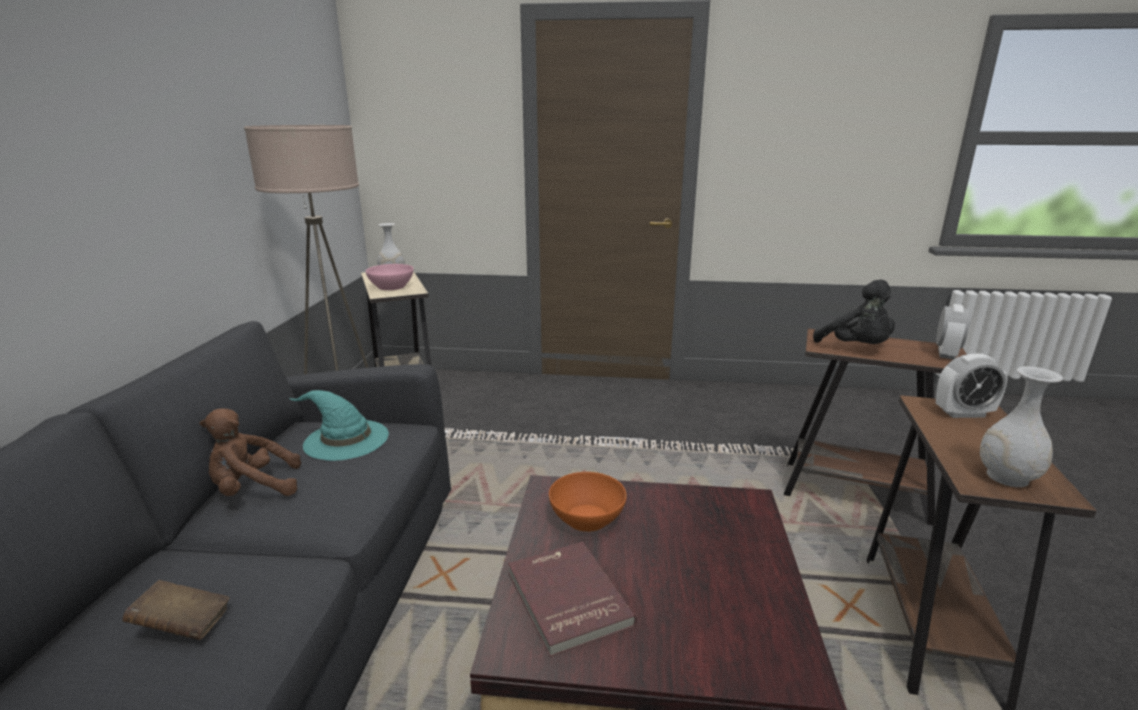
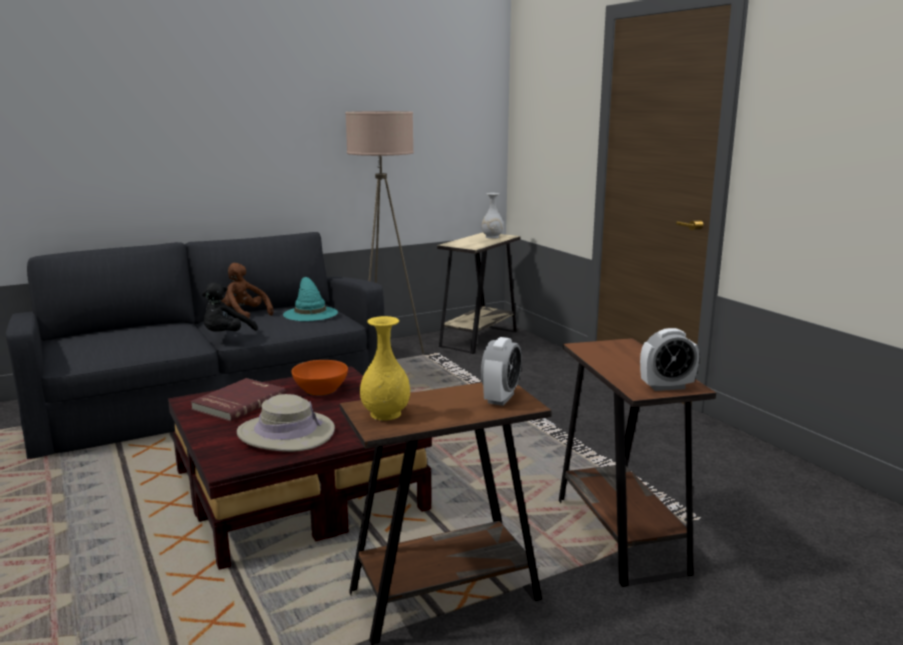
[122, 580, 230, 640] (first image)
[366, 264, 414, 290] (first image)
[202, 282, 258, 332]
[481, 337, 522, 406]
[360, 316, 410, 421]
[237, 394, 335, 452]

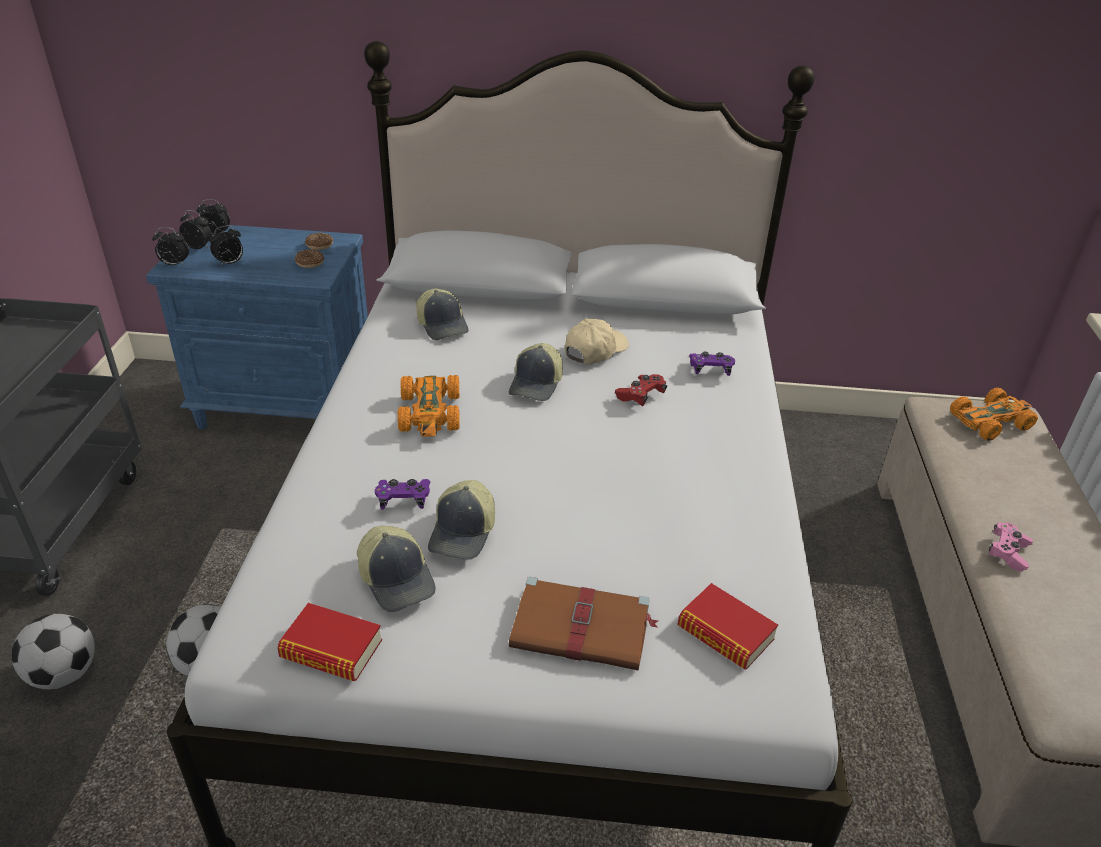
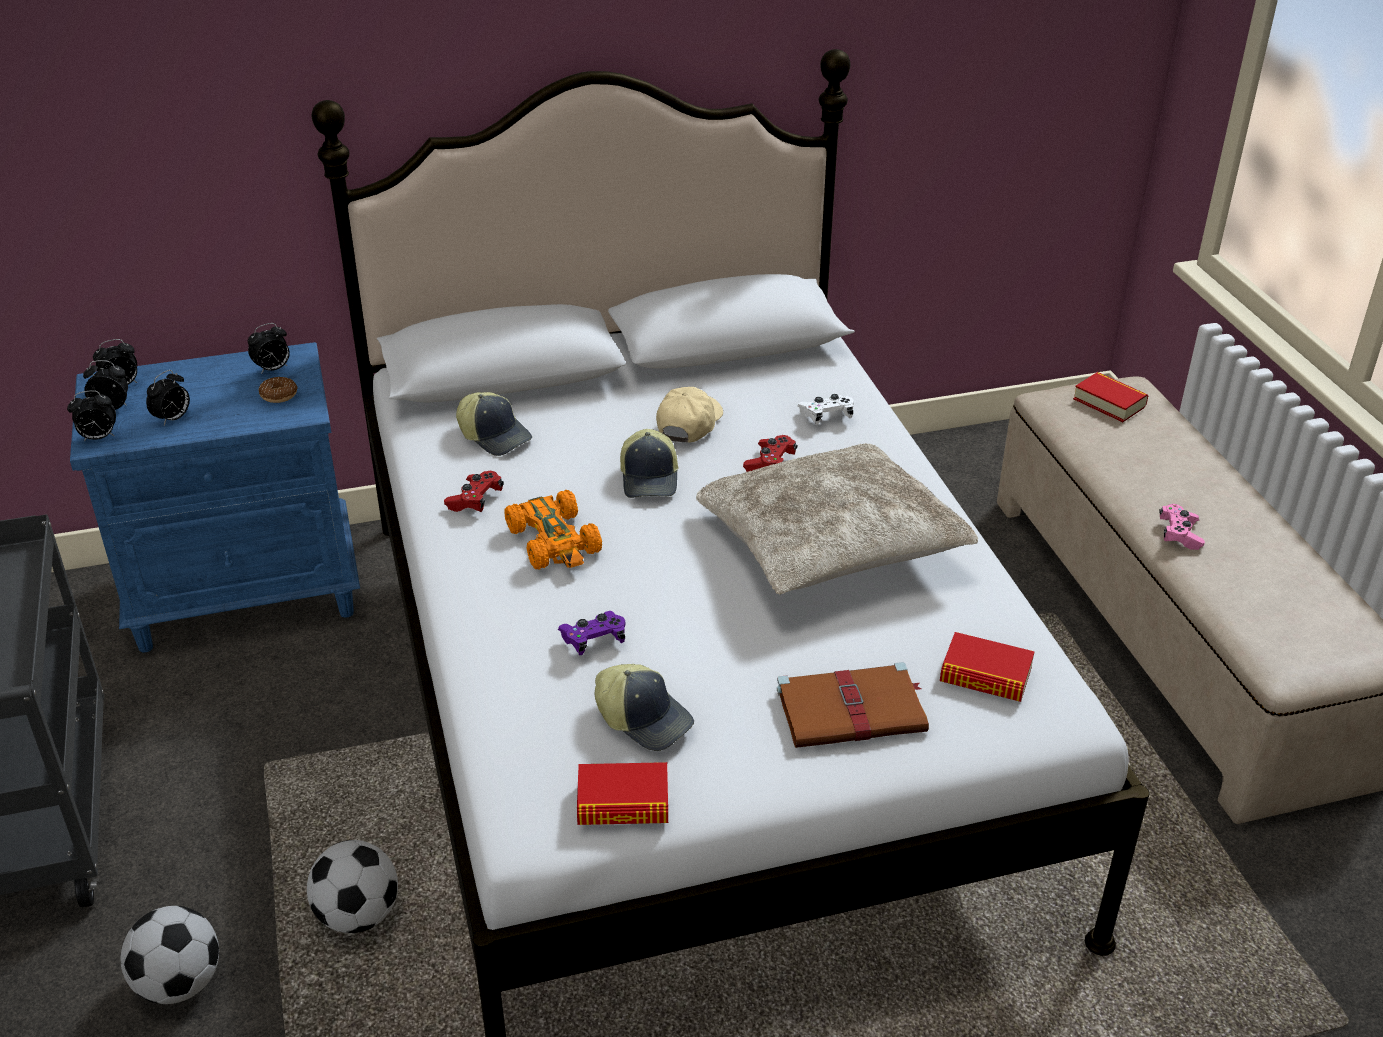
[248, 323, 290, 374]
[428, 480, 495, 560] (first image)
[797, 394, 854, 425]
[1073, 372, 1148, 422]
[444, 471, 504, 512]
[696, 443, 978, 595]

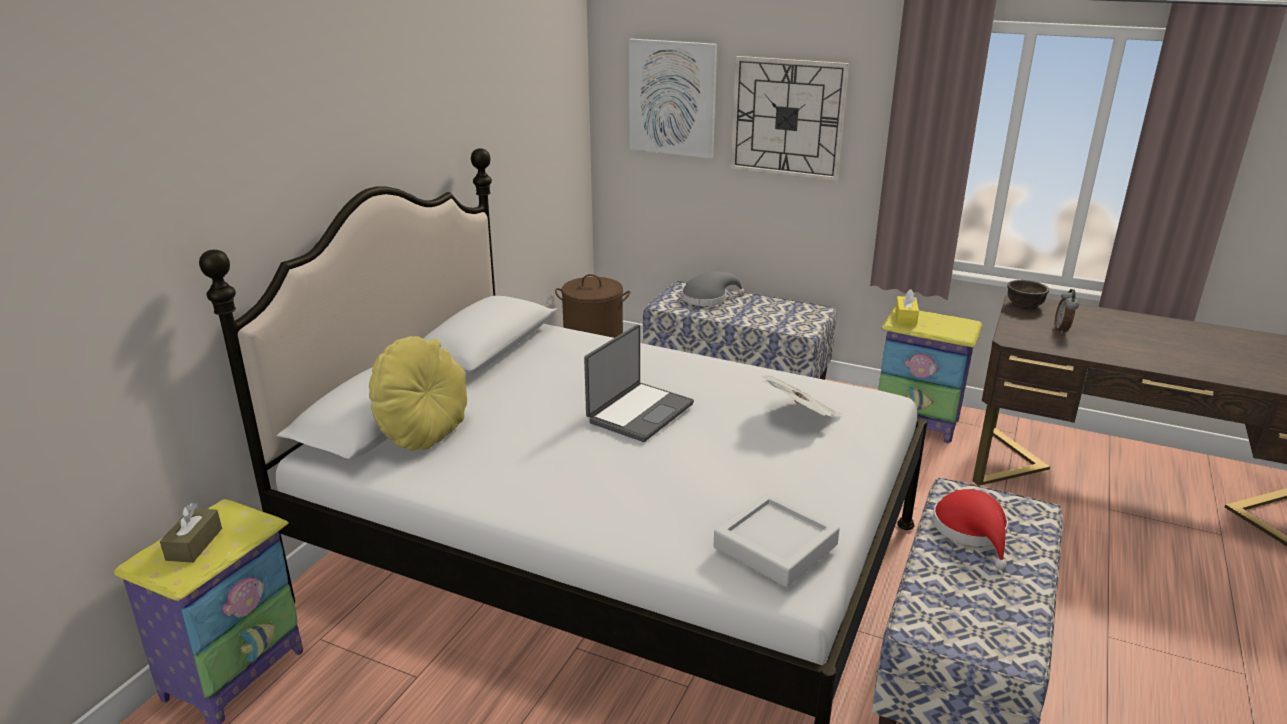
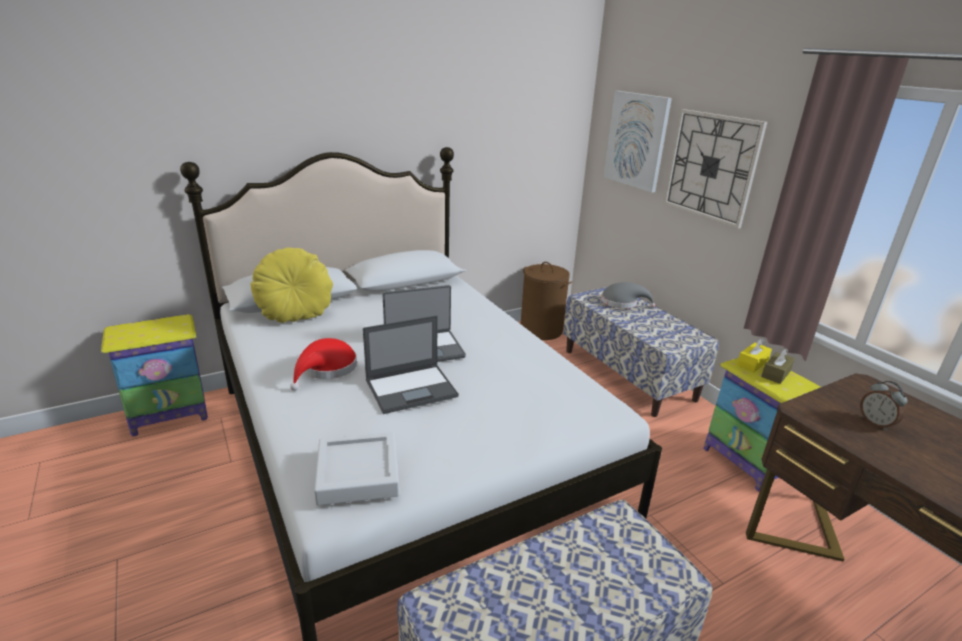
[761, 349, 795, 384]
[762, 376, 842, 417] (first image)
[290, 338, 357, 391]
[1007, 280, 1049, 310] (first image)
[860, 381, 907, 430]
[363, 316, 459, 414]

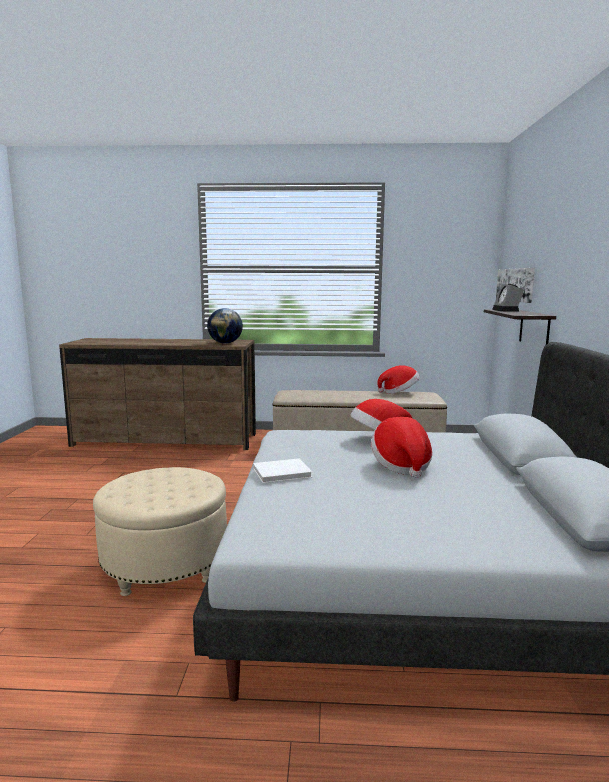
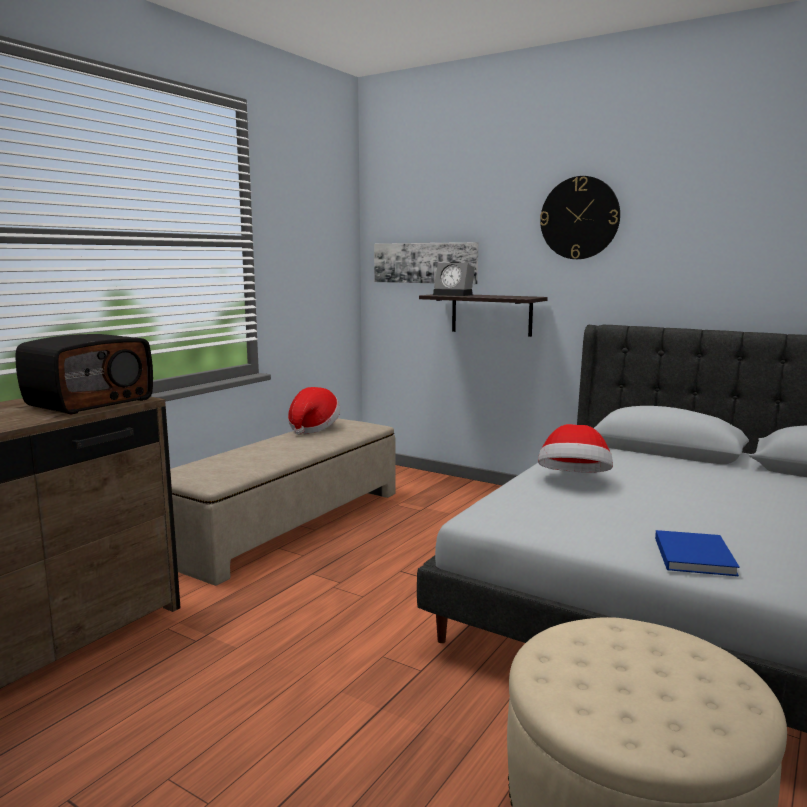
[15, 334, 153, 414]
[655, 530, 740, 576]
[371, 417, 432, 478] (first image)
[540, 176, 620, 259]

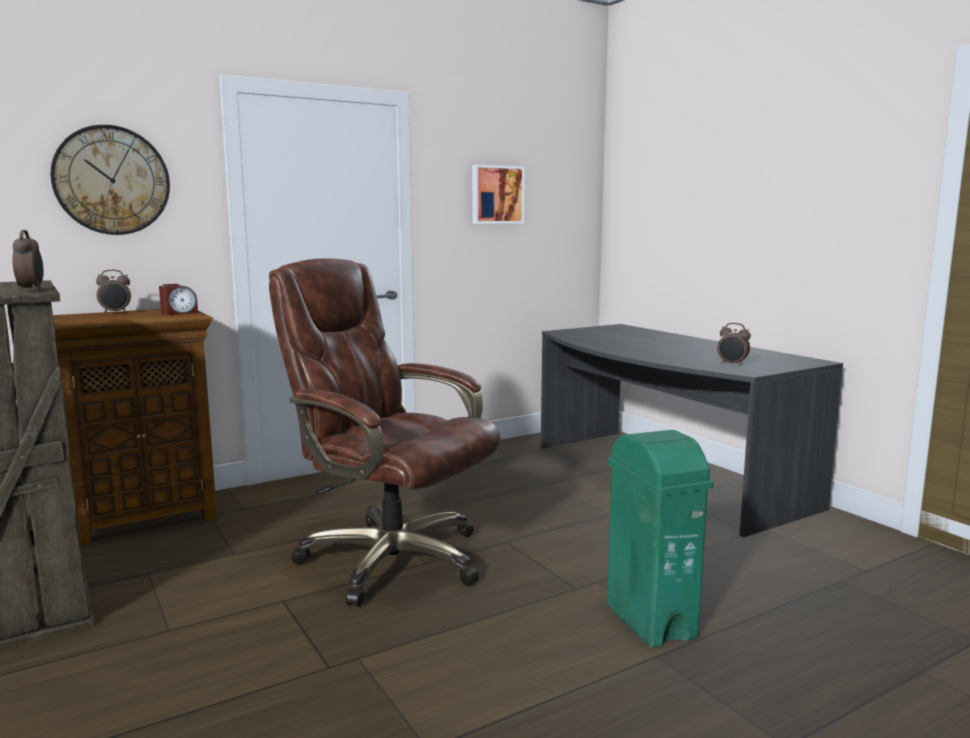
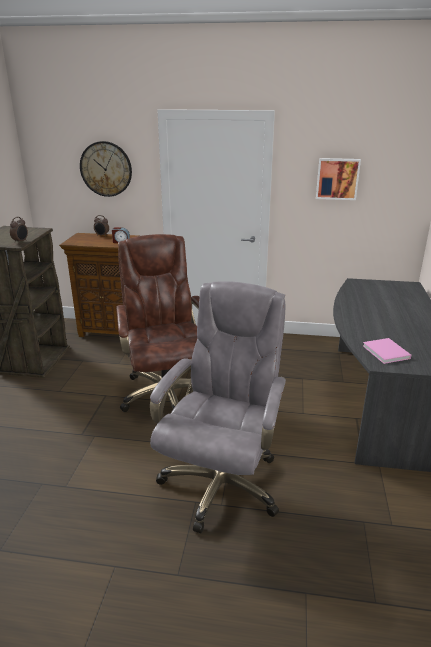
[150, 281, 286, 534]
[363, 338, 411, 364]

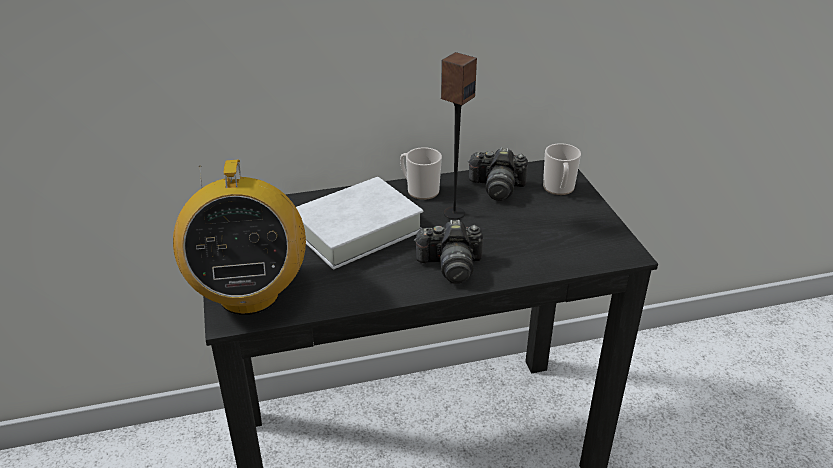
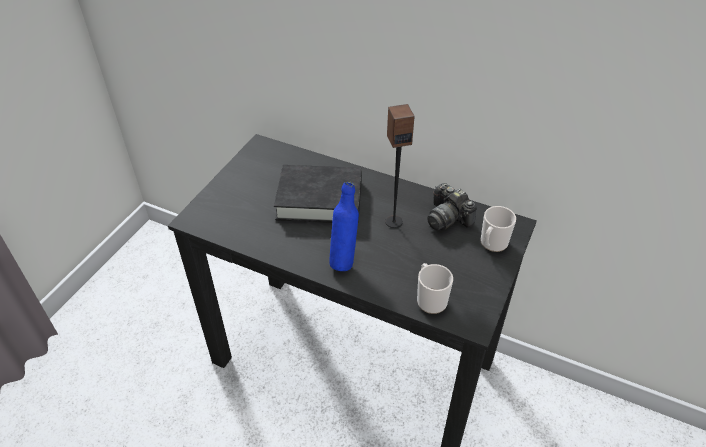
[173, 159, 306, 315] (first image)
[274, 165, 362, 223]
[417, 263, 453, 314]
[329, 182, 359, 271]

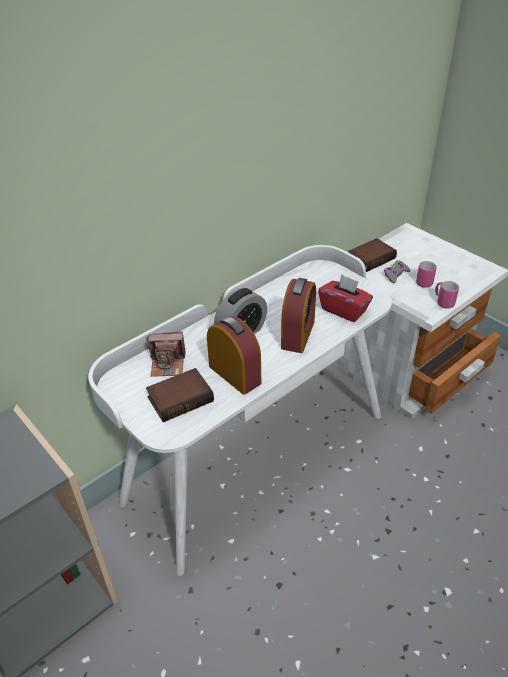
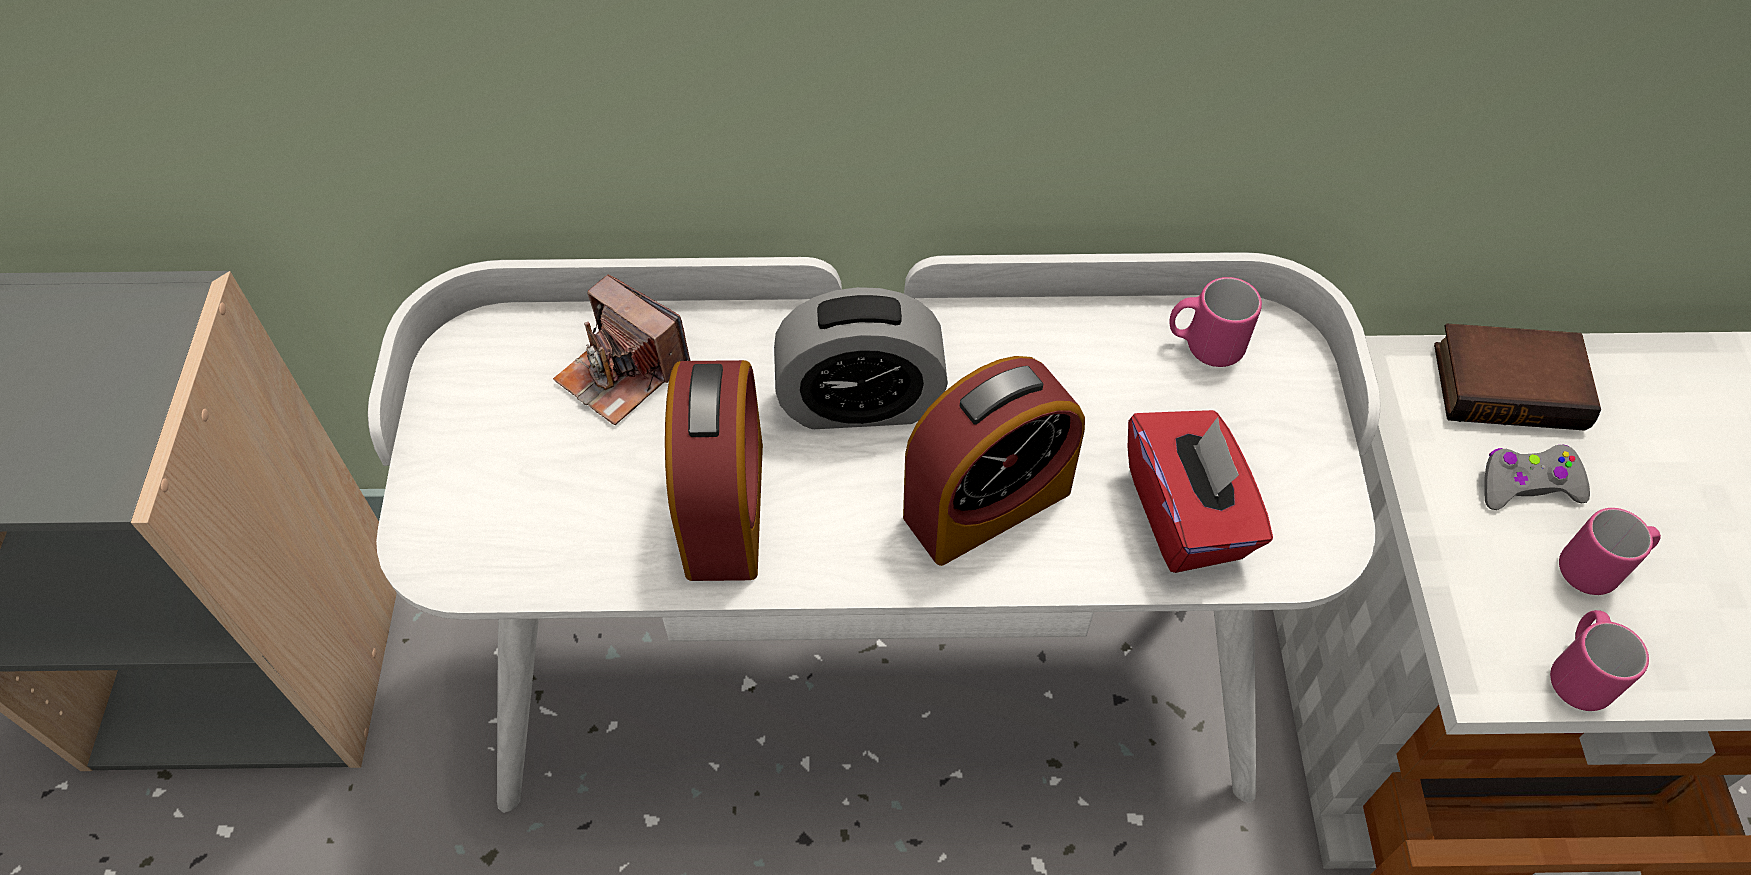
[146, 368, 214, 422] (first image)
[1170, 277, 1262, 367]

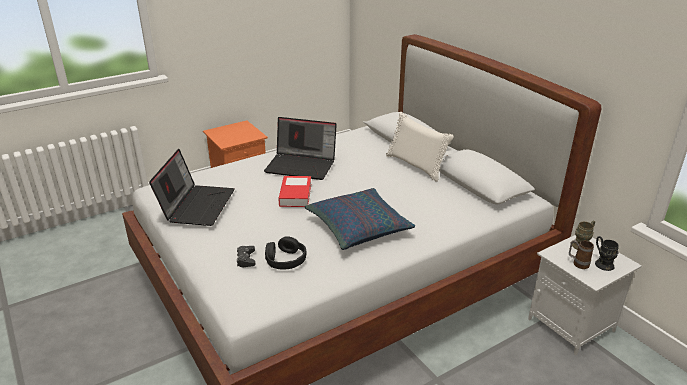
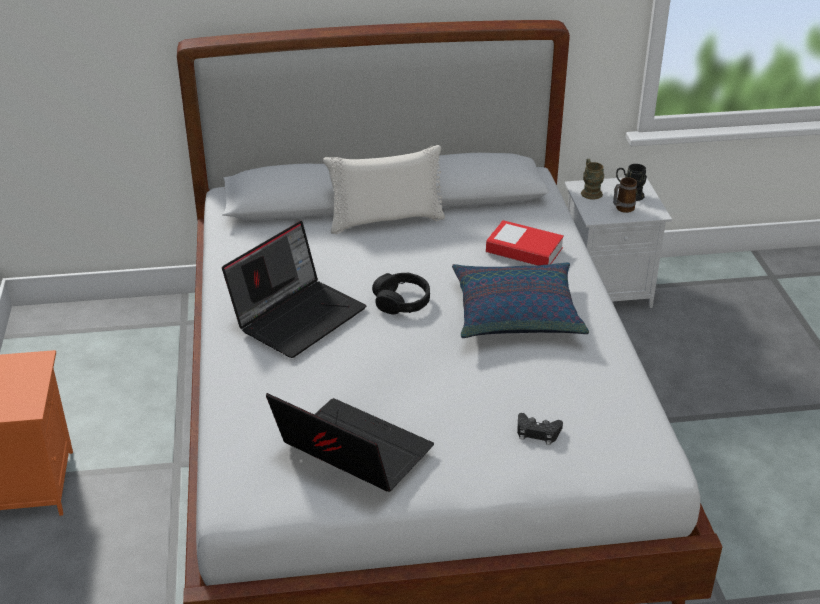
[372, 272, 430, 315]
[486, 220, 564, 266]

